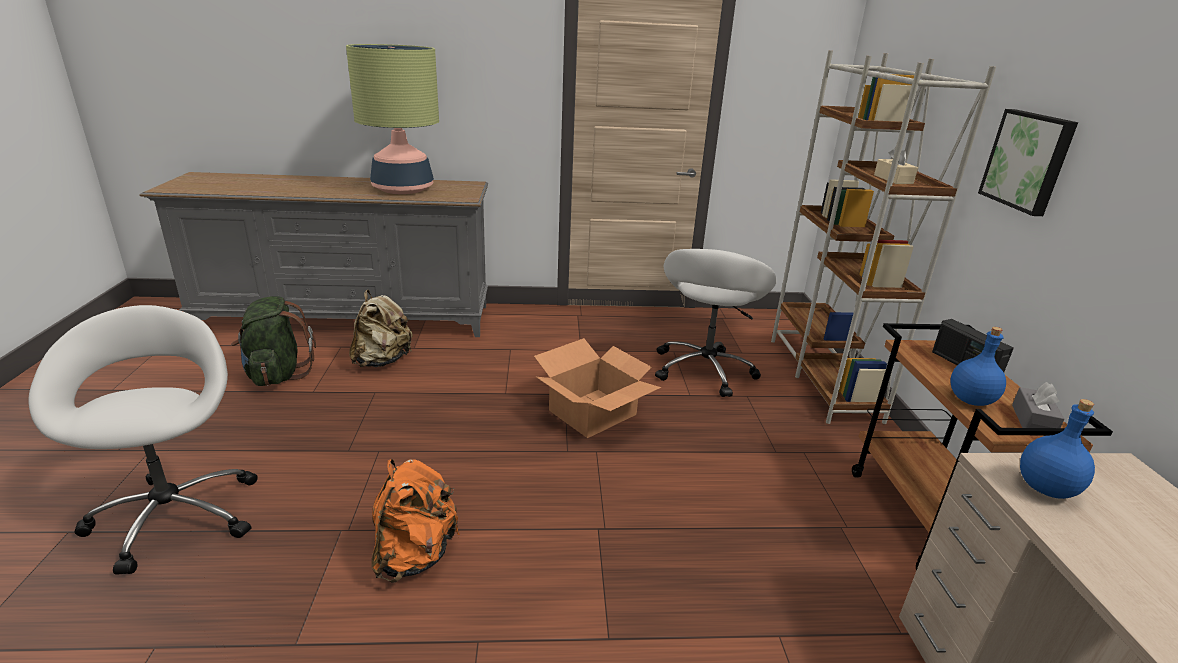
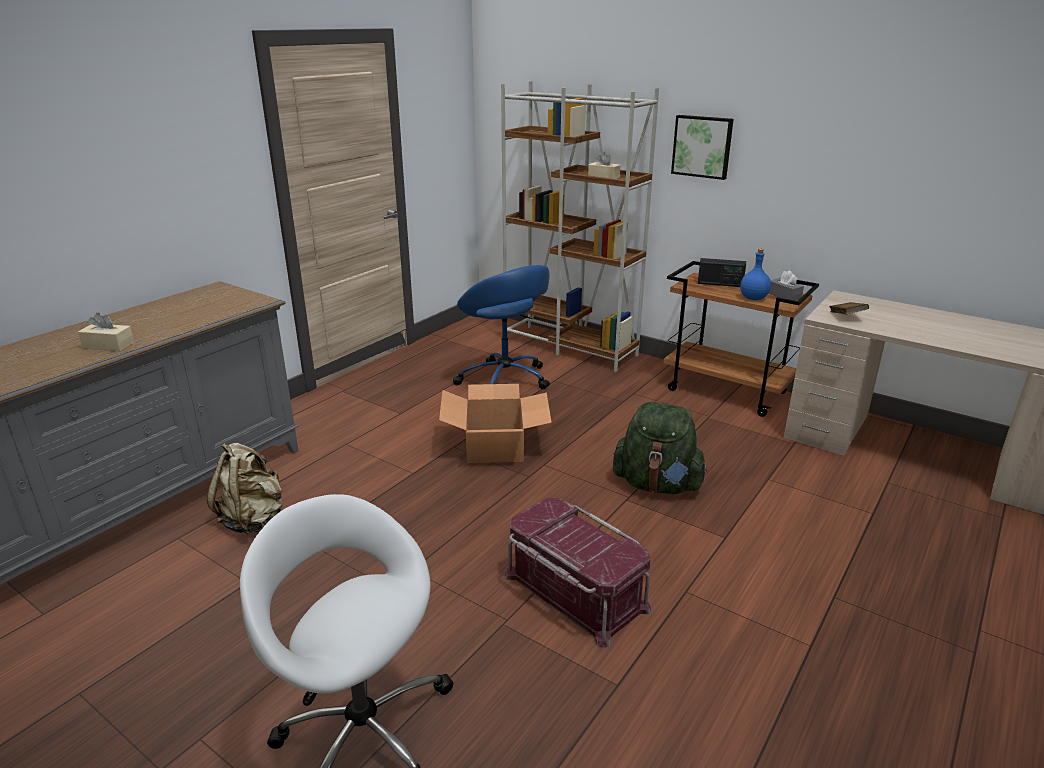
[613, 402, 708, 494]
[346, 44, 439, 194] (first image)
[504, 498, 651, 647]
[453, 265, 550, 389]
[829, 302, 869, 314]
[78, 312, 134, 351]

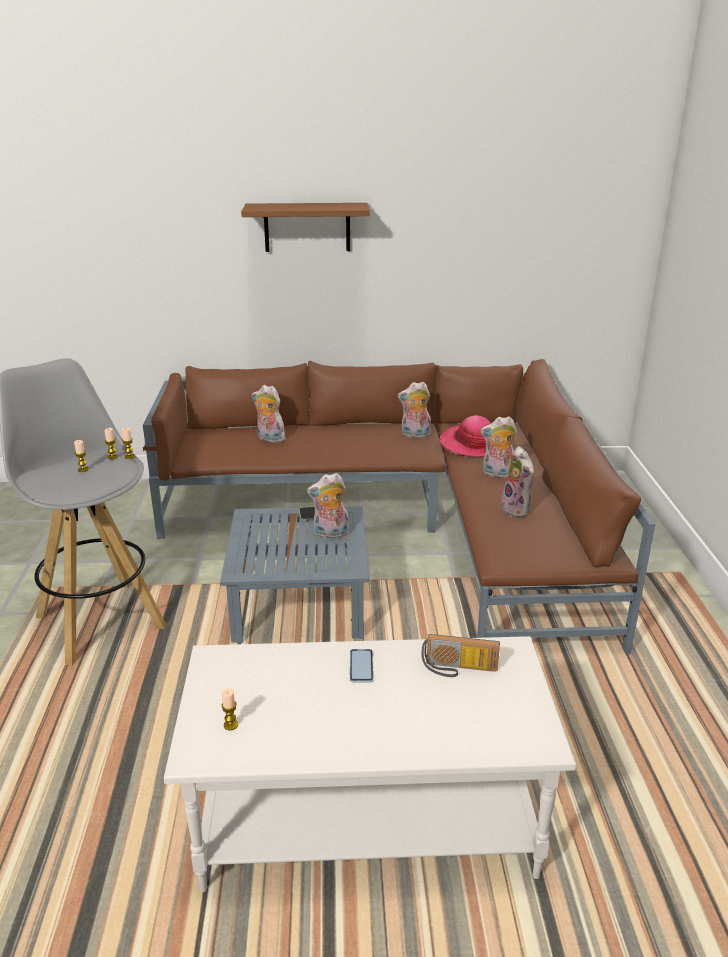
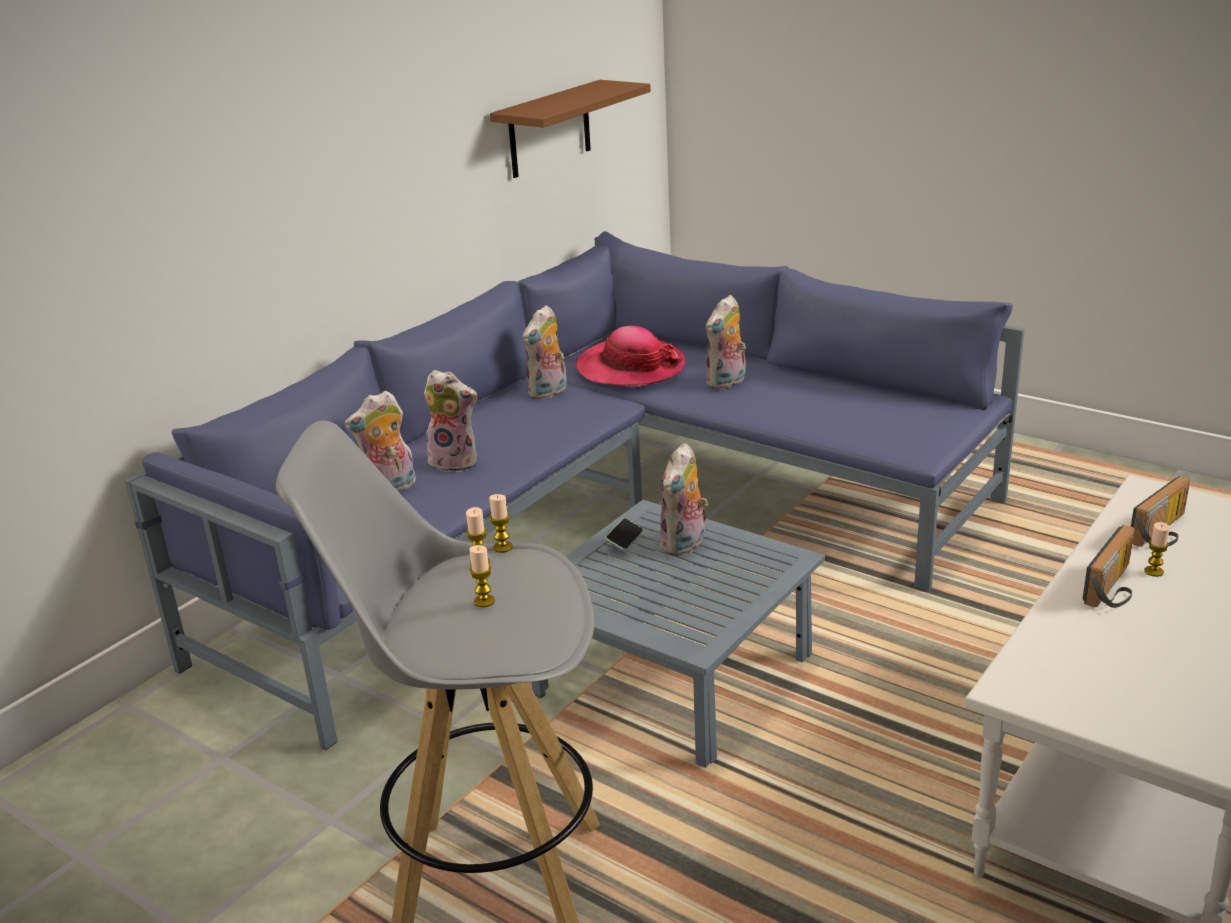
[124, 231, 1025, 768]
[1144, 522, 1170, 577]
[490, 80, 651, 178]
[1082, 525, 1135, 608]
[424, 370, 478, 472]

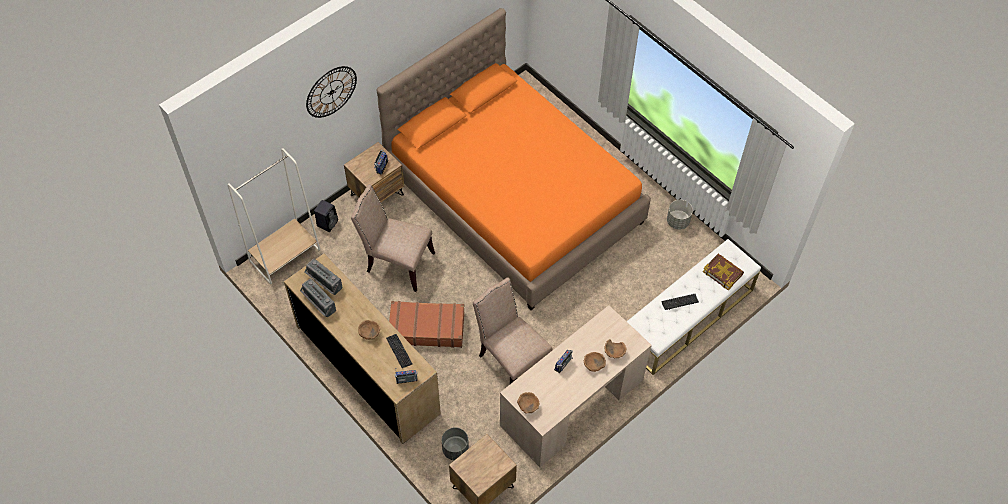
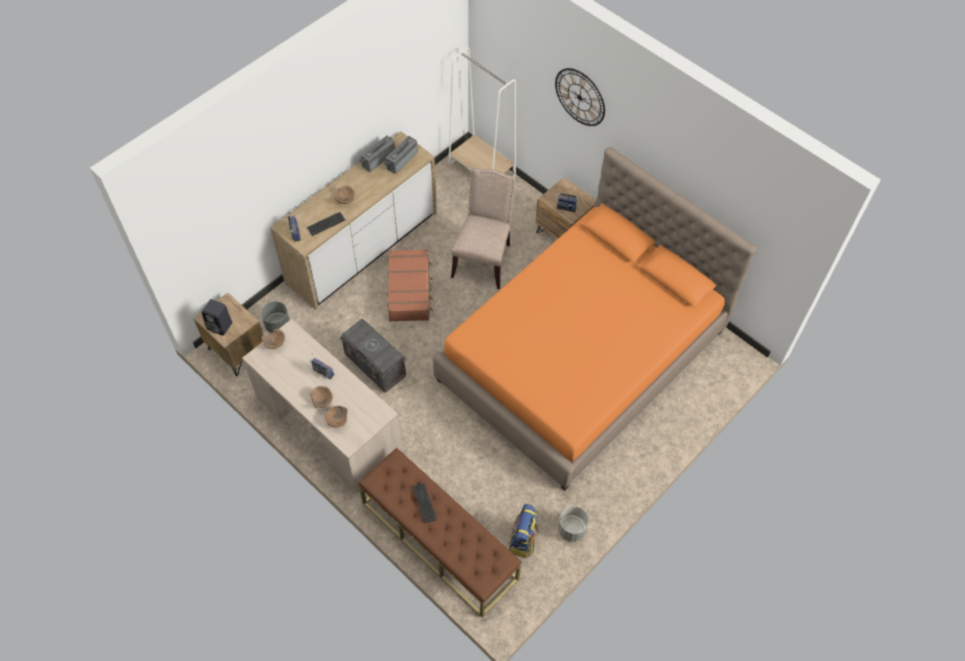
[202, 299, 232, 336]
[340, 319, 406, 392]
[358, 448, 521, 618]
[703, 254, 744, 290] (first image)
[509, 504, 539, 558]

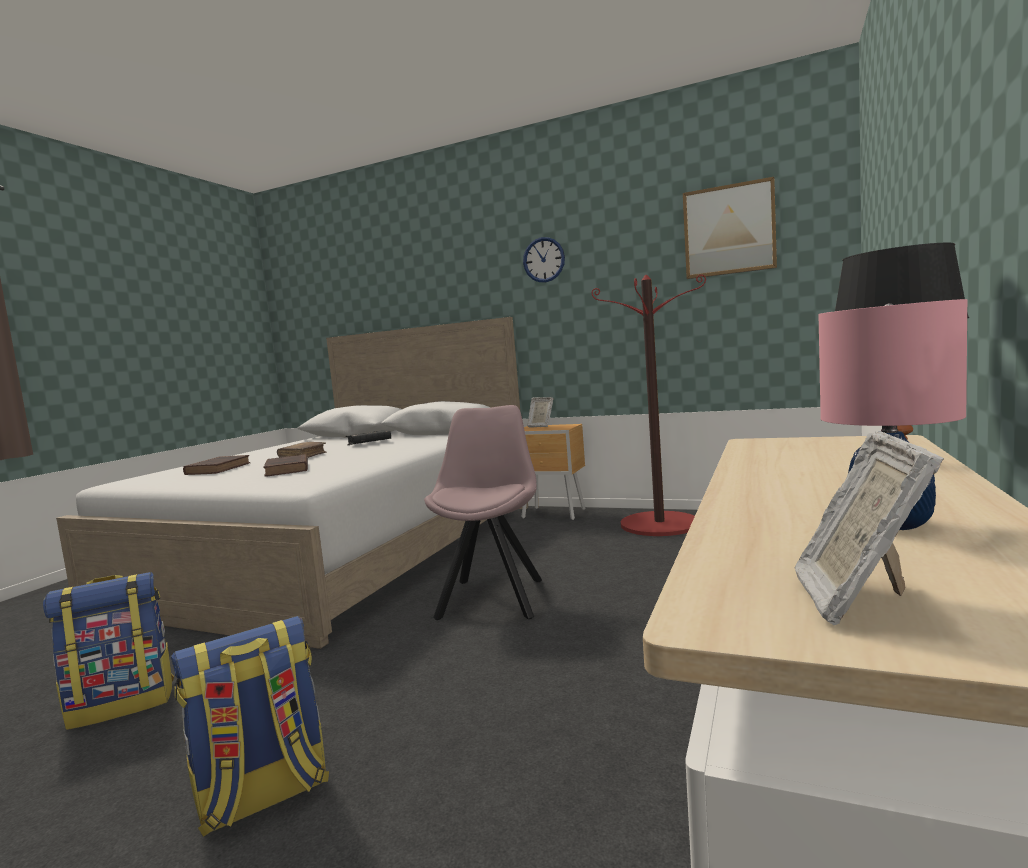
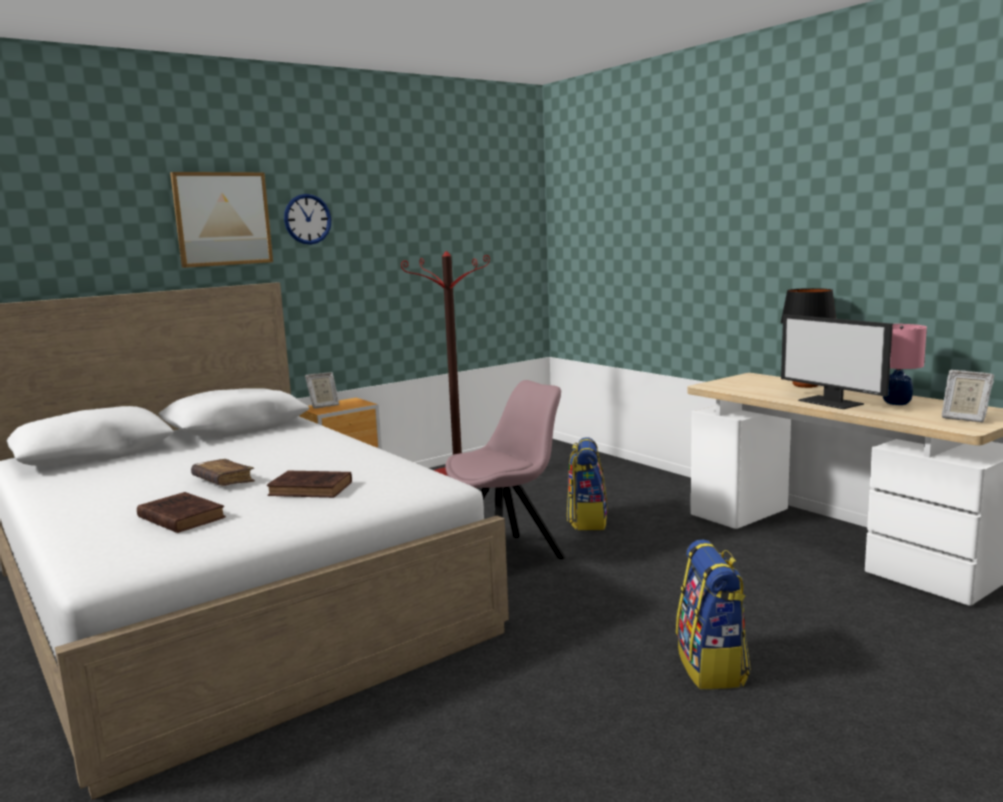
[567, 437, 608, 530]
[346, 430, 391, 445] (first image)
[445, 380, 565, 559]
[170, 172, 273, 268]
[781, 314, 893, 409]

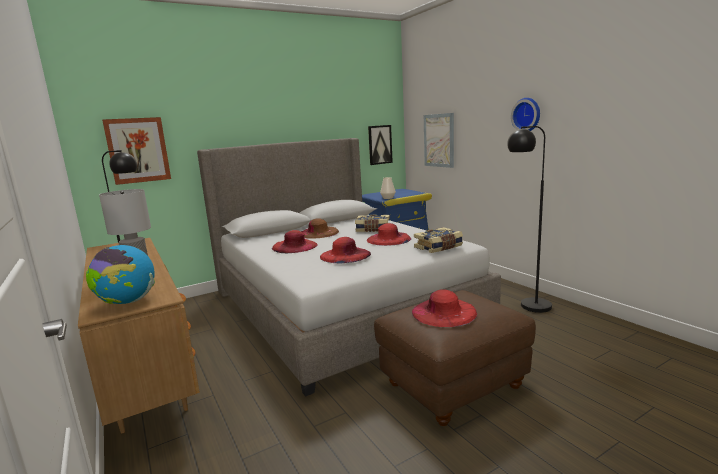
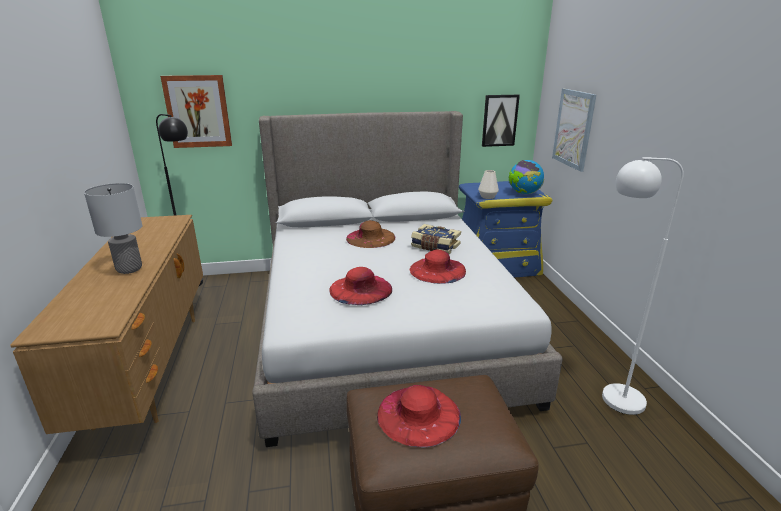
[509, 160, 544, 194]
[272, 230, 318, 253] (first image)
[414, 227, 463, 253] (first image)
[602, 157, 684, 415]
[511, 98, 540, 131] (first image)

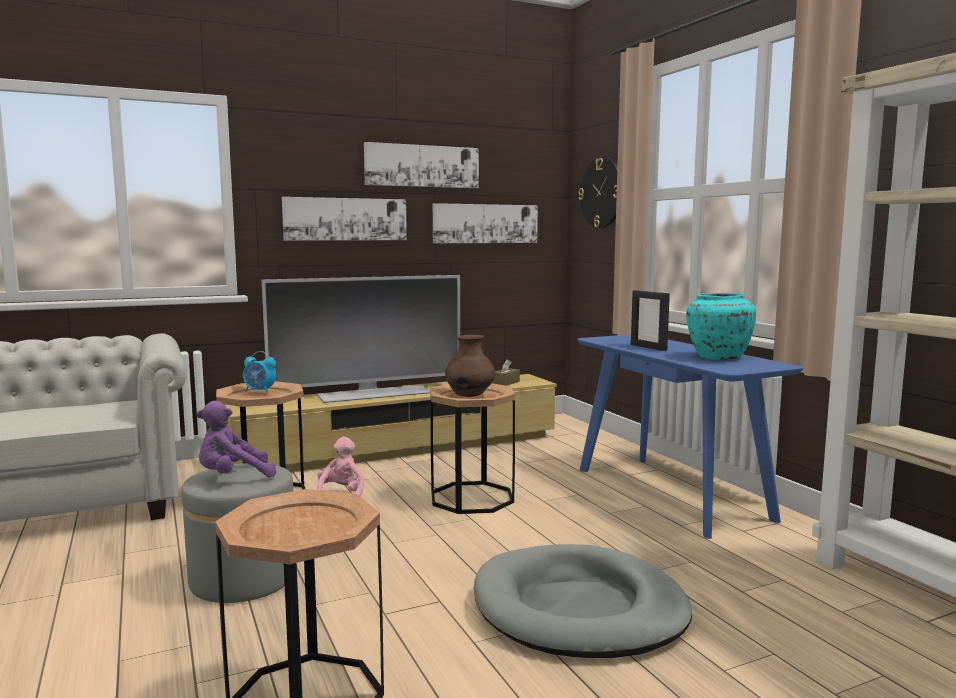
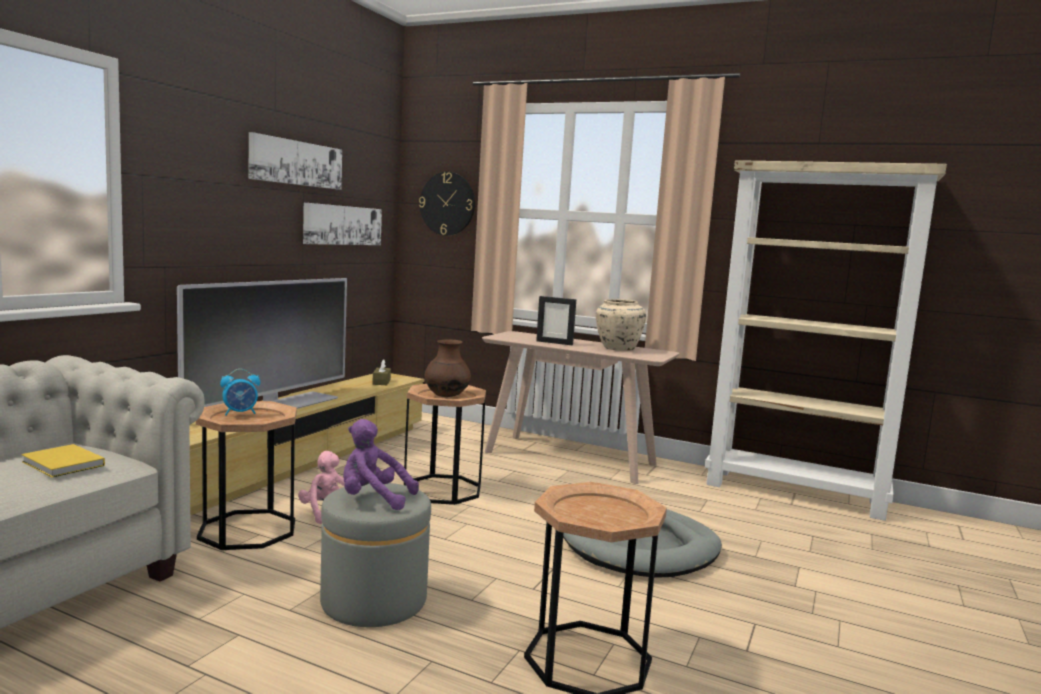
[343, 419, 419, 510]
[282, 197, 407, 241] (first image)
[482, 331, 679, 484]
[596, 299, 646, 350]
[22, 444, 105, 477]

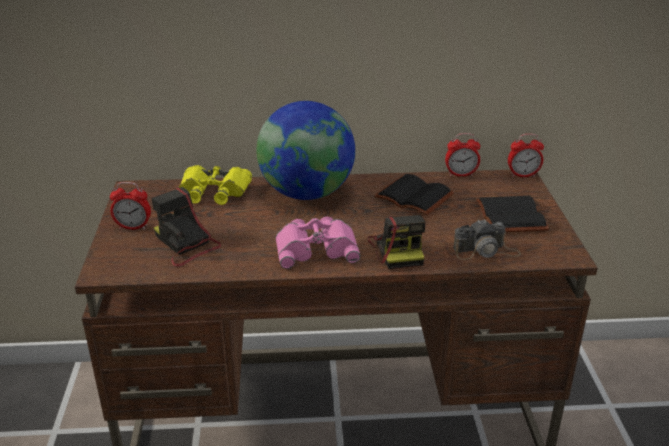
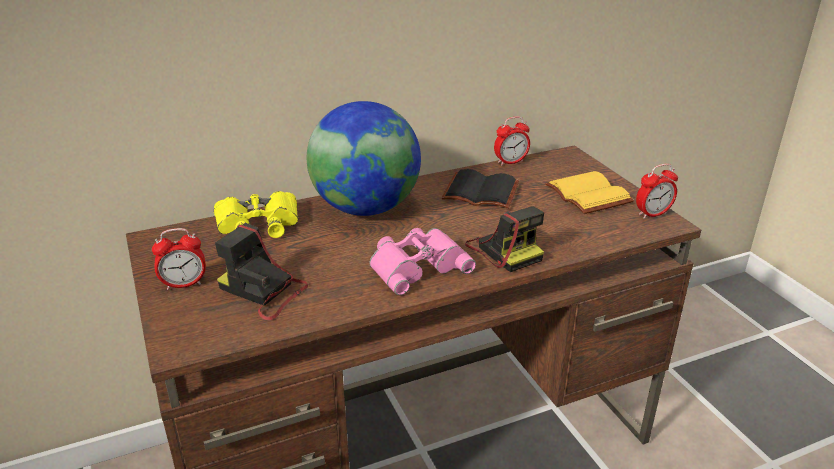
[453, 219, 521, 260] (first image)
[545, 171, 634, 214]
[636, 164, 678, 219]

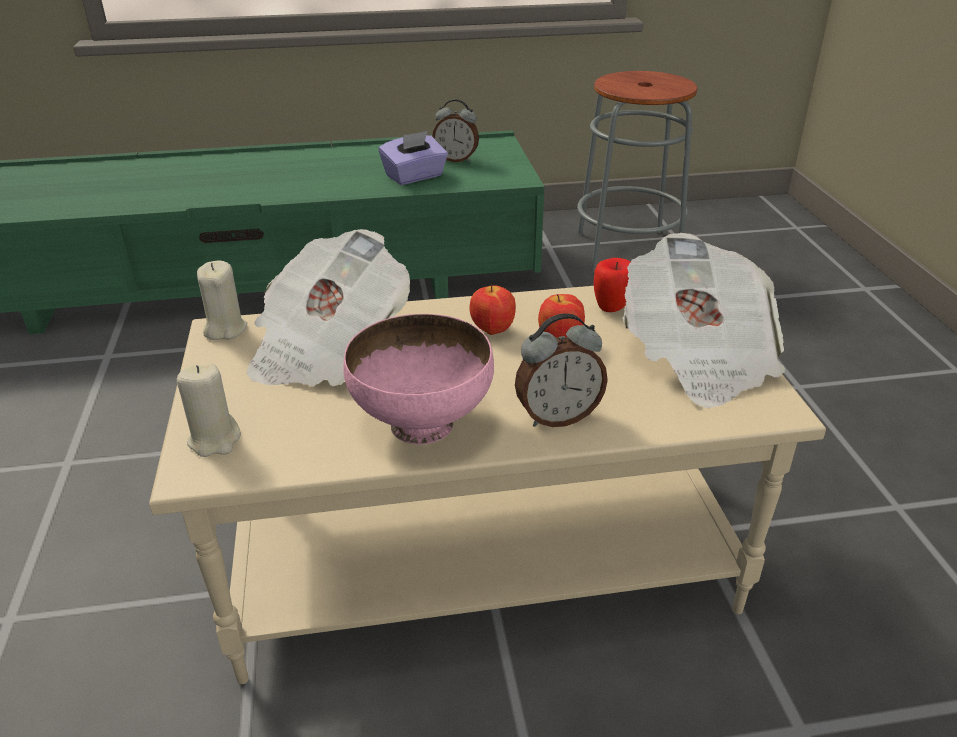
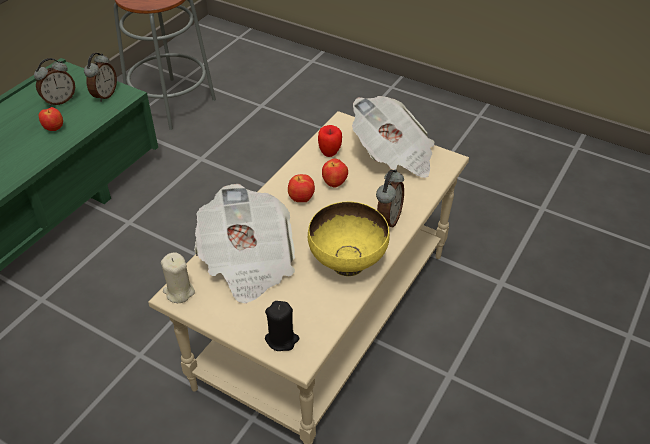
[265, 301, 300, 351]
[308, 202, 390, 276]
[39, 107, 63, 131]
[84, 53, 117, 102]

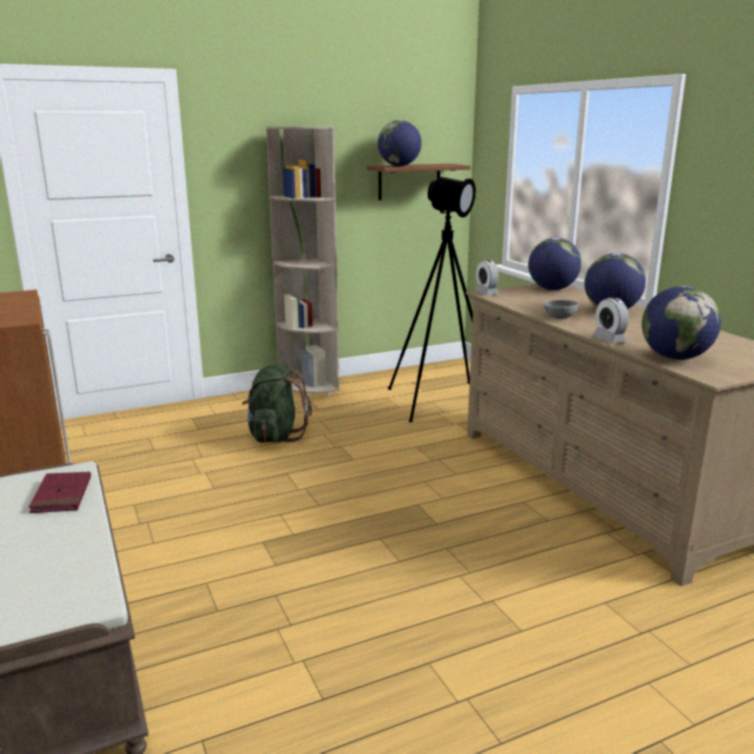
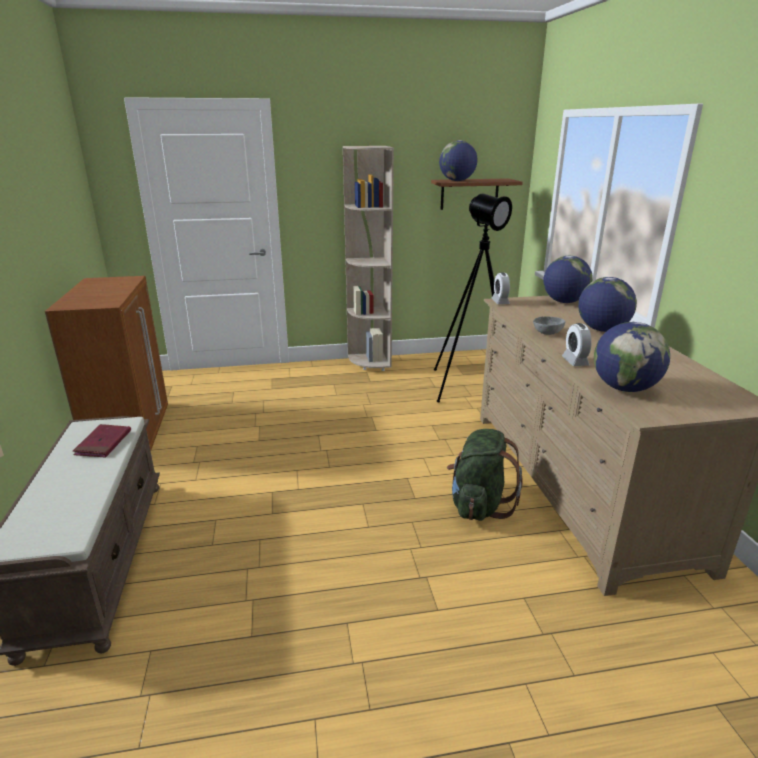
[447, 429, 523, 521]

